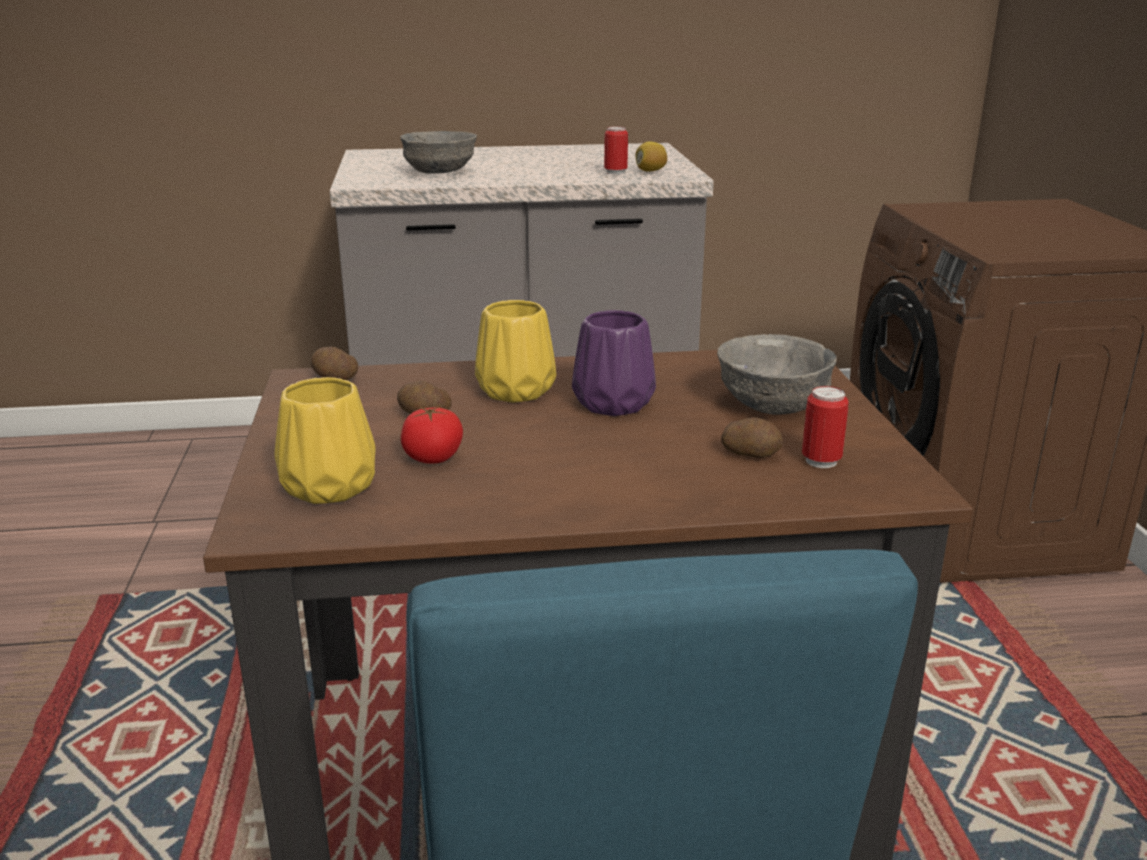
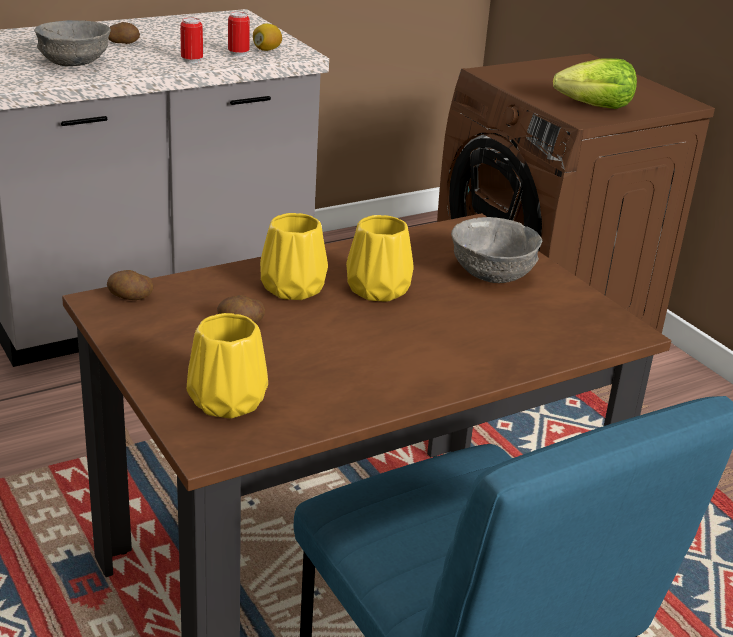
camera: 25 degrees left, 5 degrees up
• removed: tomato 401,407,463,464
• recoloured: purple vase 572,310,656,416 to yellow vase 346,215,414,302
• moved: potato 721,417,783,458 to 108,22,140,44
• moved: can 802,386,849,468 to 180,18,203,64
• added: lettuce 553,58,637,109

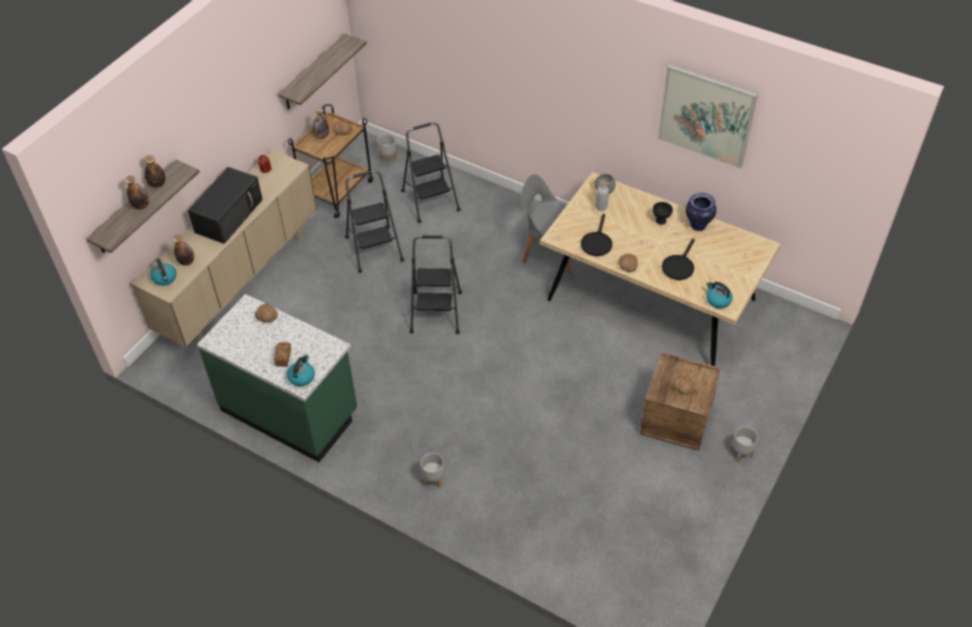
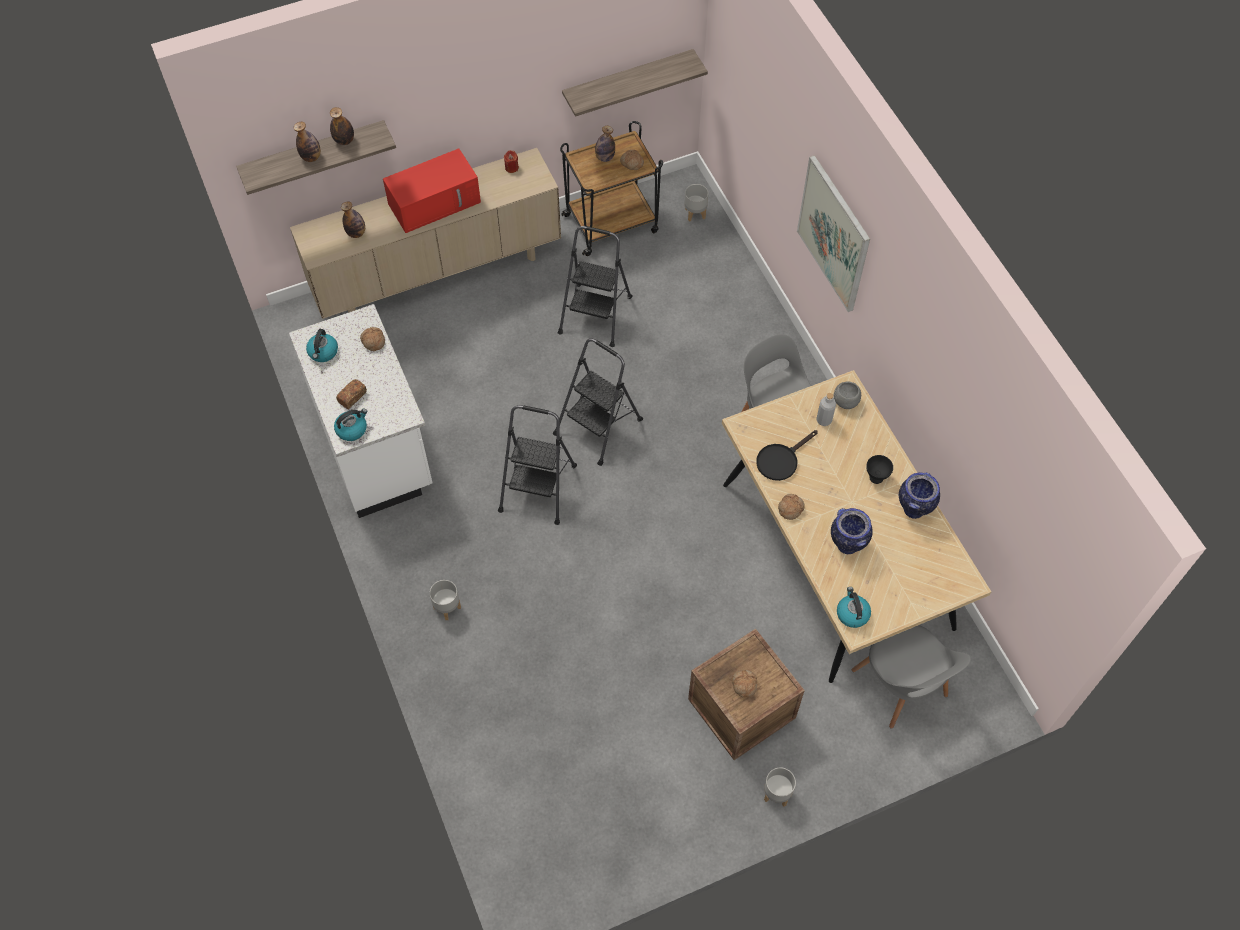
camera: 35 degrees right, 10 degrees up
• moved: kettle 151,259,177,286 to 306,329,338,362
• recoloured: black microwave 188,167,263,244 to red microwave 383,149,481,233
• recoloured: green counter 197,294,357,462 to white counter 289,304,433,518
• moved: black step ladder 401,122,461,223 to 498,405,577,525
• moved: picture 657,64,758,169 to 797,155,870,312
• replaced: black frying pan 662,238,695,280 to vase 831,508,873,554
• added: grey chair 851,625,971,729

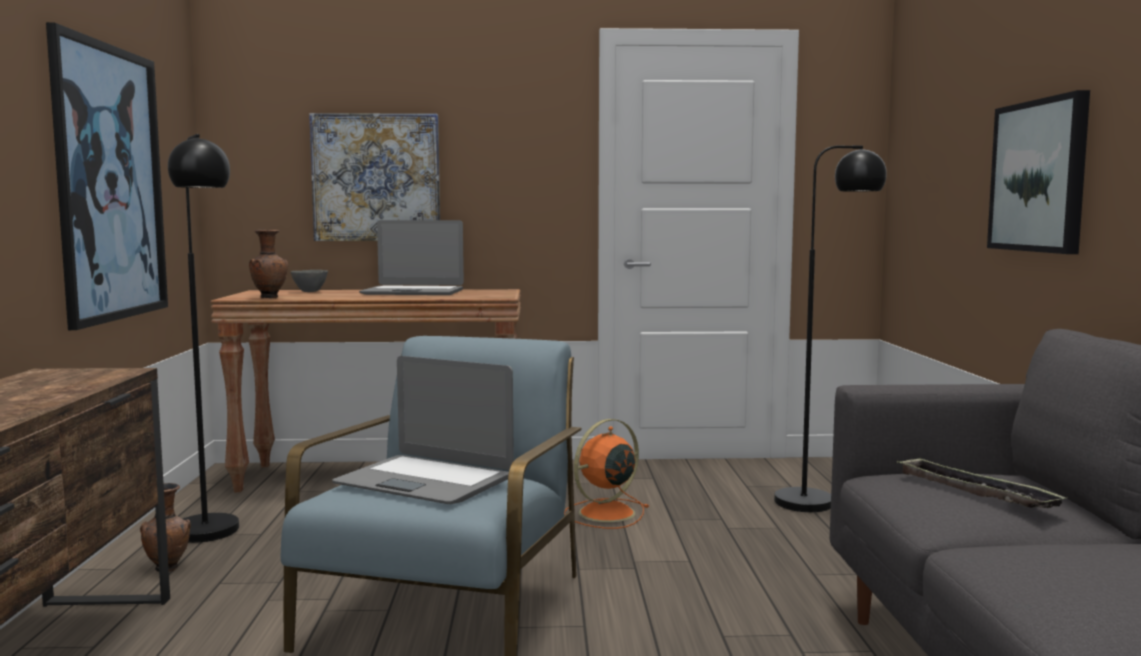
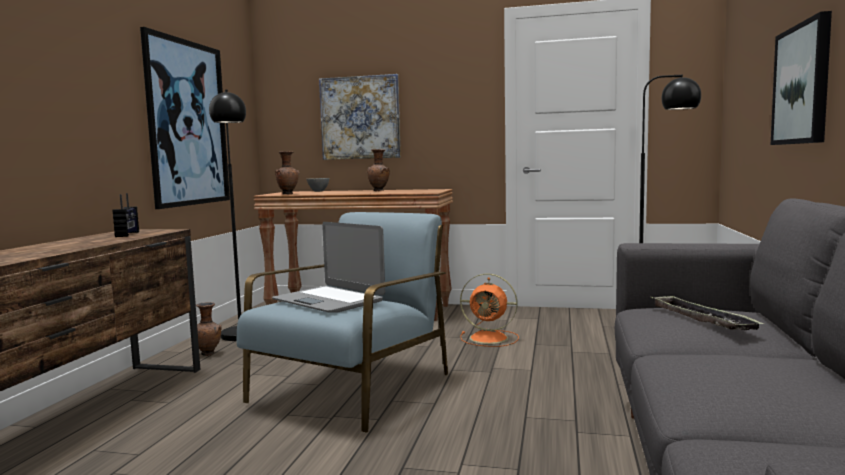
camera: 15 degrees right, 0 degrees up
• replaced: laptop 359,220,464,295 to brown vase 367,149,390,191
• turned: orange fan 564,419,650,529 = 460,274,519,347 135 degrees counterclockwise
• added: radio 113,193,139,237

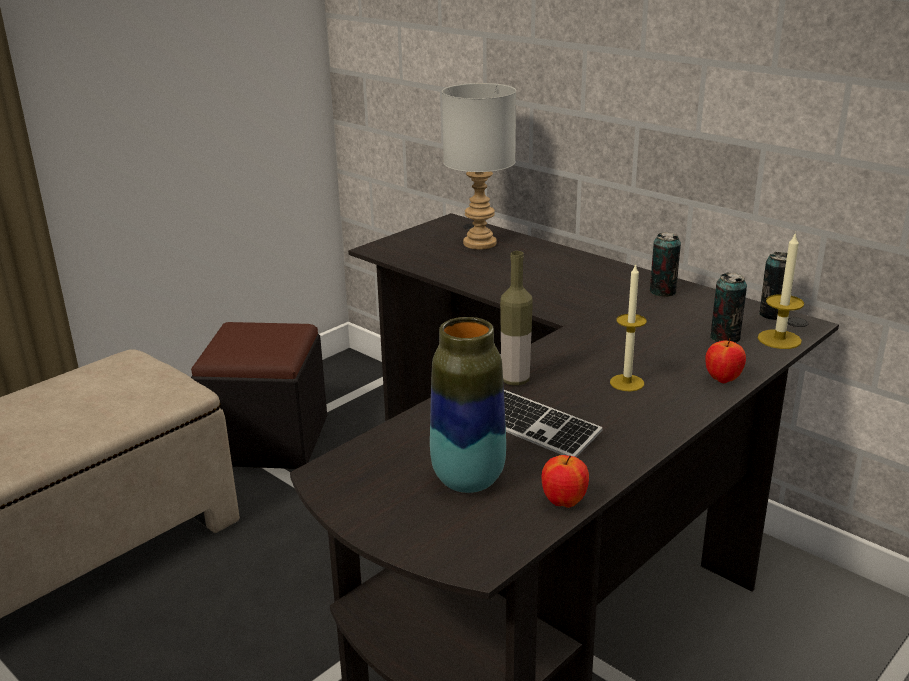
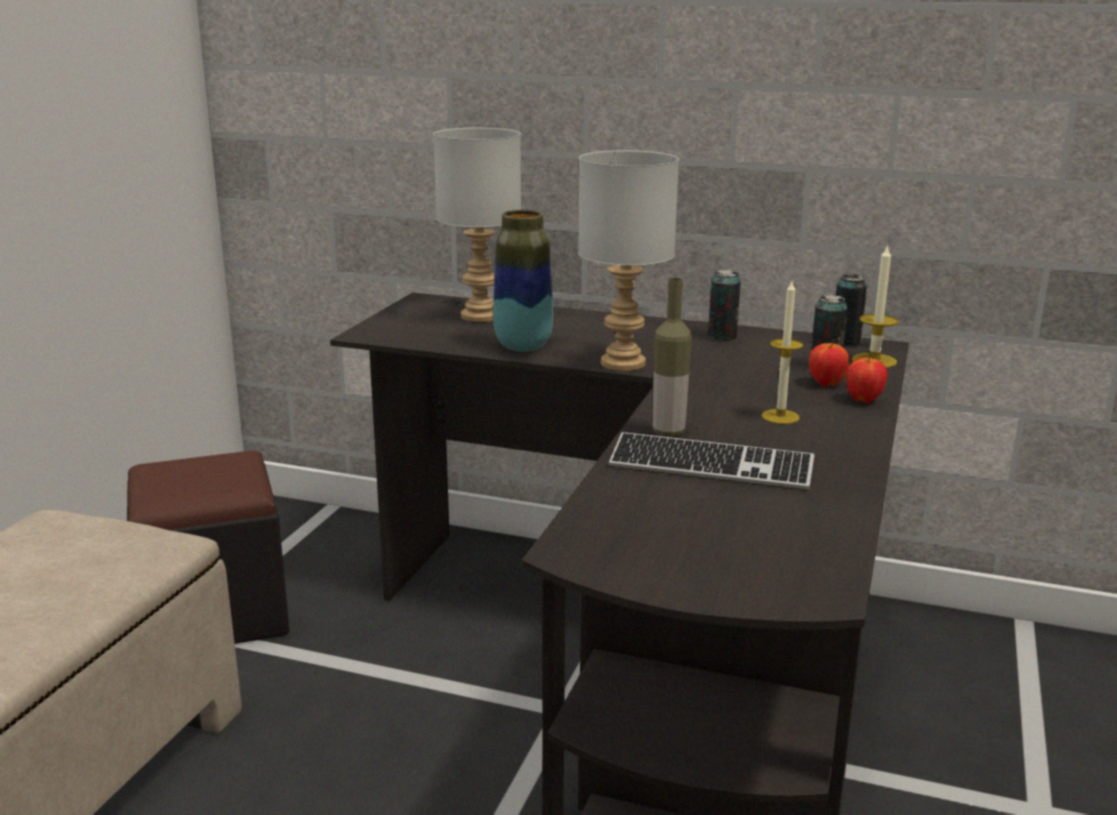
camera: 25 degrees left, 5 degrees down
• moved: vase 430,317,506,493 to 493,210,553,352
• moved: apple 541,455,589,508 to 809,340,849,387
• added: grey table lamp 578,150,679,371

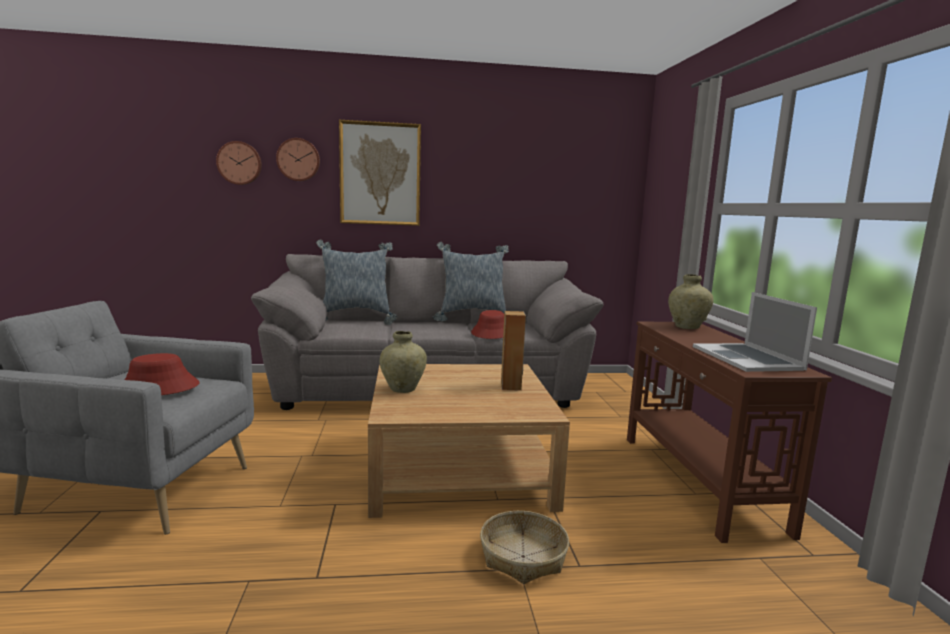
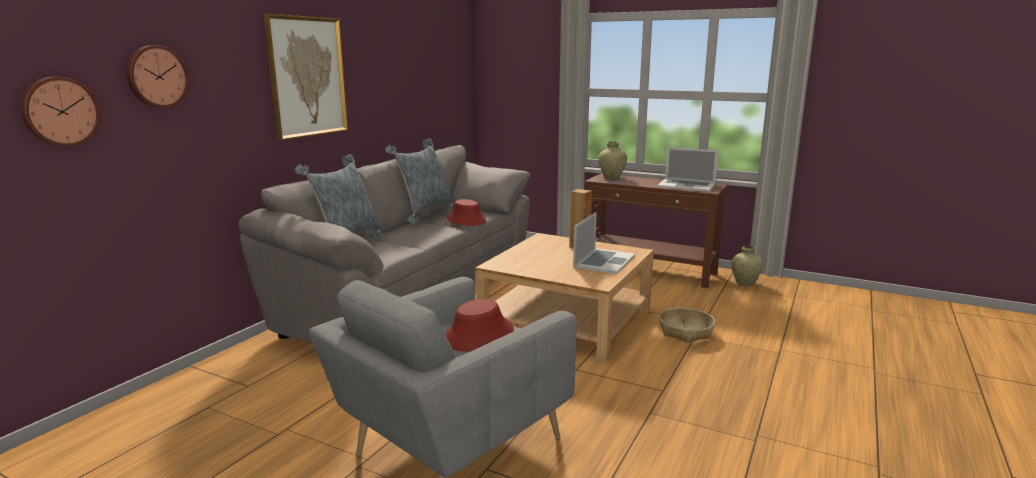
camera: 55 degrees left, 5 degrees up
• moved: wall clock 276,138,320,181 to 20,77,100,147
• moved: beige vase 380,331,427,393 to 731,246,763,285
• added: laptop 573,212,635,274

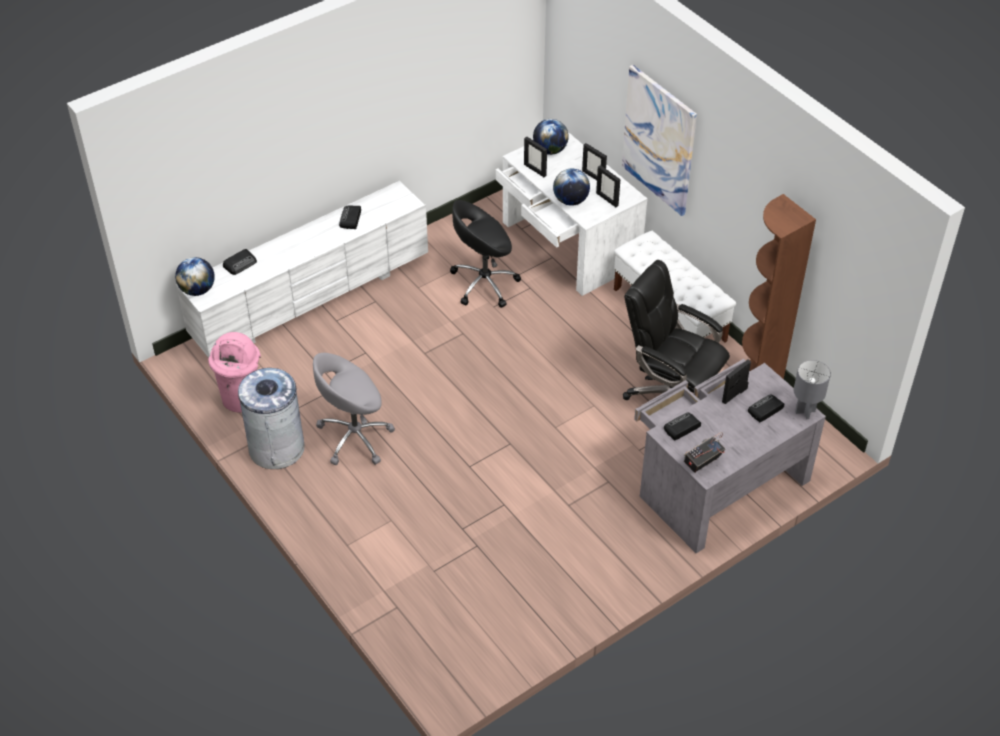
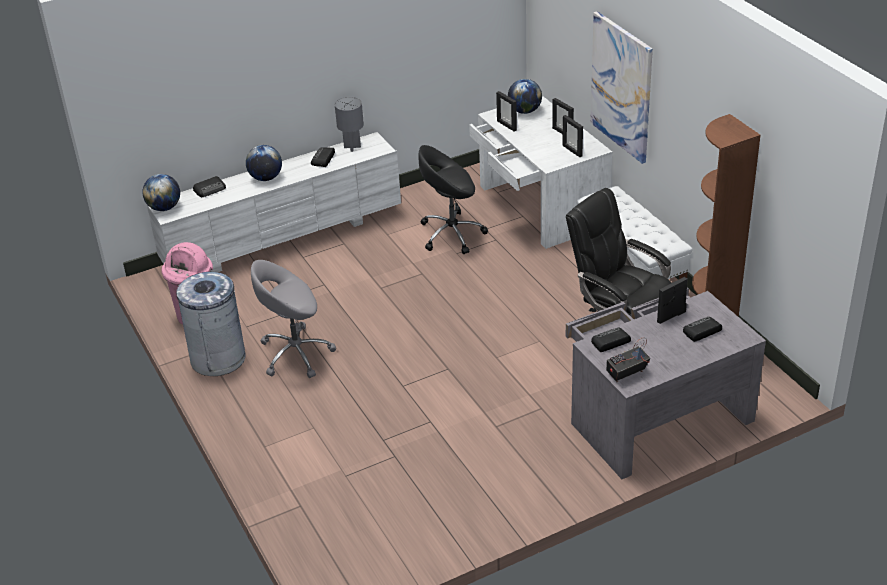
camera: 10 degrees right, 10 degrees down
• moved: globe 553,168,590,206 to 246,145,282,181
• moved: grey table lamp 794,360,831,419 to 335,97,364,152

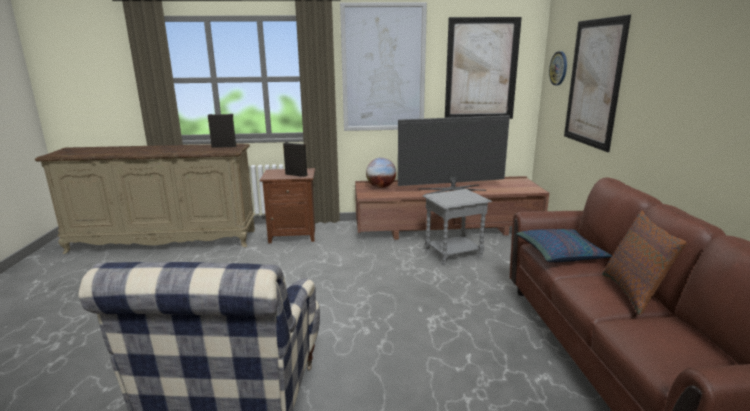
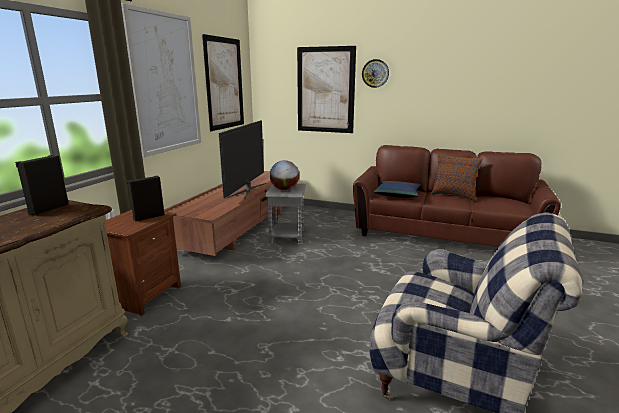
camera: 65 degrees left, 0 degrees up
• moved: globe 366,158,396,188 to 270,160,299,190
• moved: wall clock 549,51,567,85 to 362,59,389,88

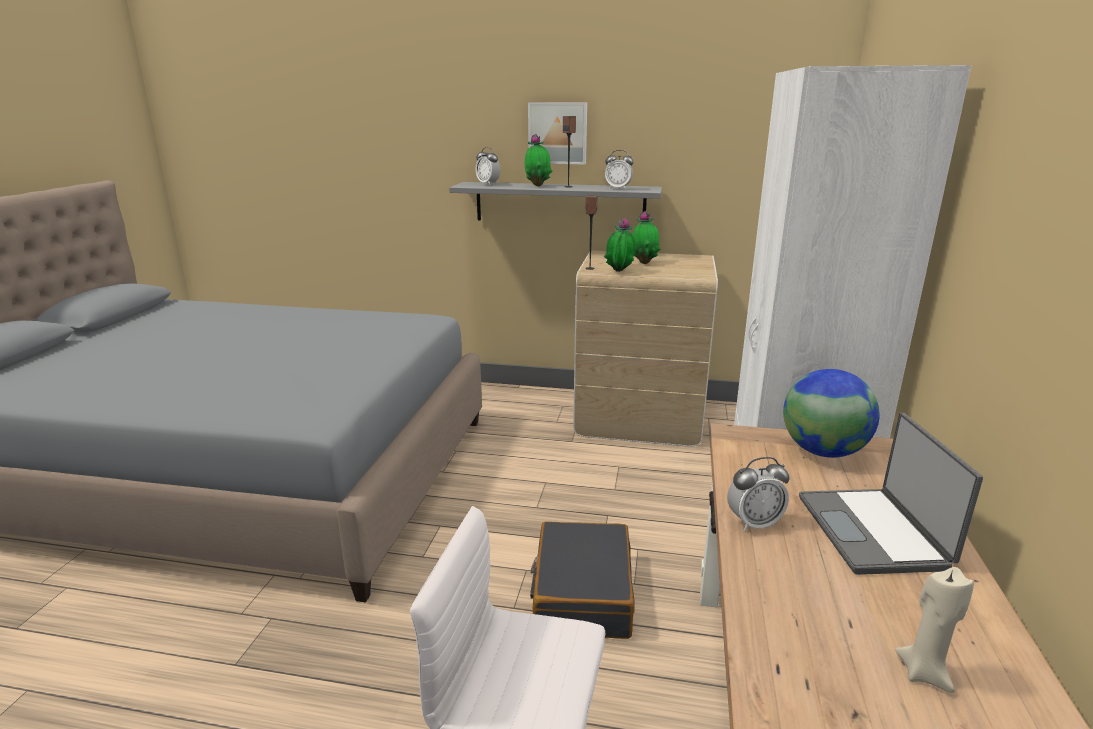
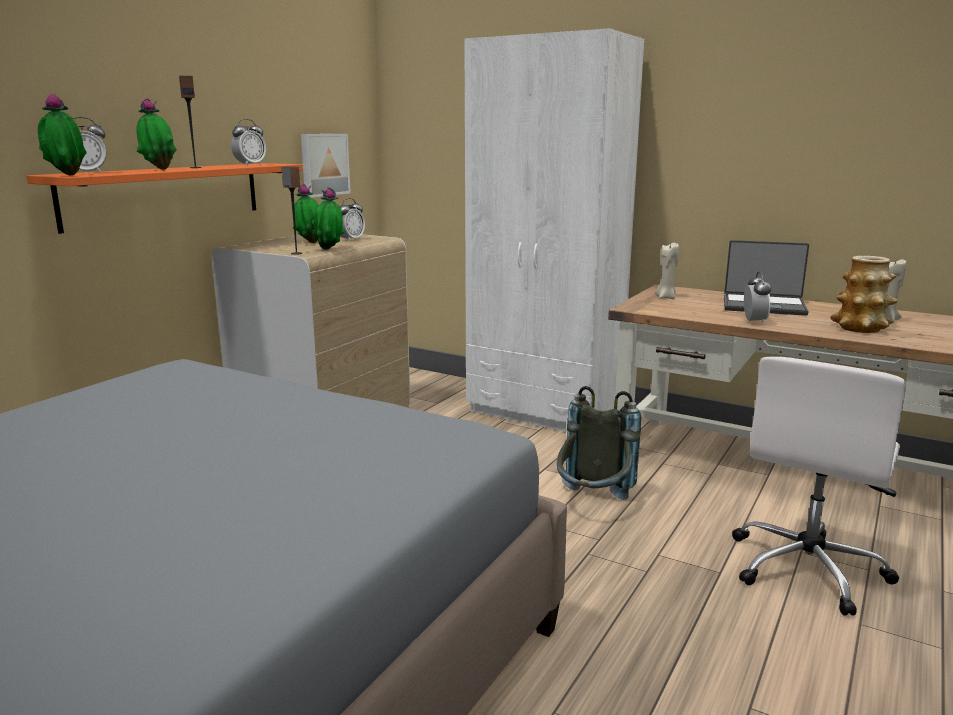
camera: 70 degrees left, 5 degrees down
• recoloured: grey shelf 449,182,662,220 to orange shelf 26,163,303,234
• moved: picture 528,102,587,165 to 301,134,351,198
• replaced: black suitcase 530,521,635,639 to grey backpack 557,386,641,500
• replaced: globe 783,369,880,458 to beige candle 655,243,679,299
• added: potted plant 38,94,87,175
• added: alarm clock 340,198,365,242
• added: vase 830,256,898,333

